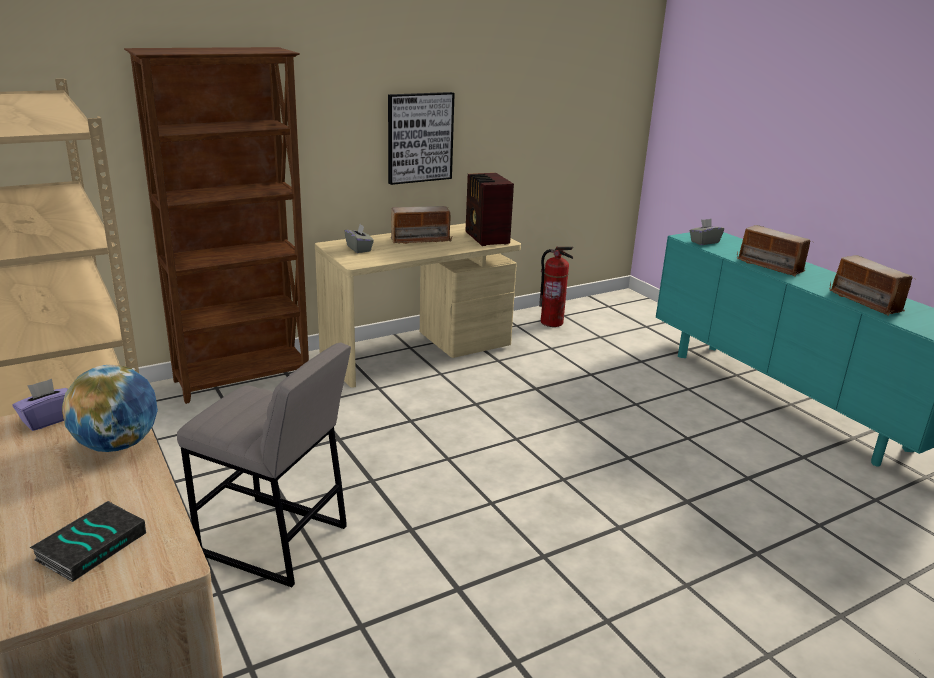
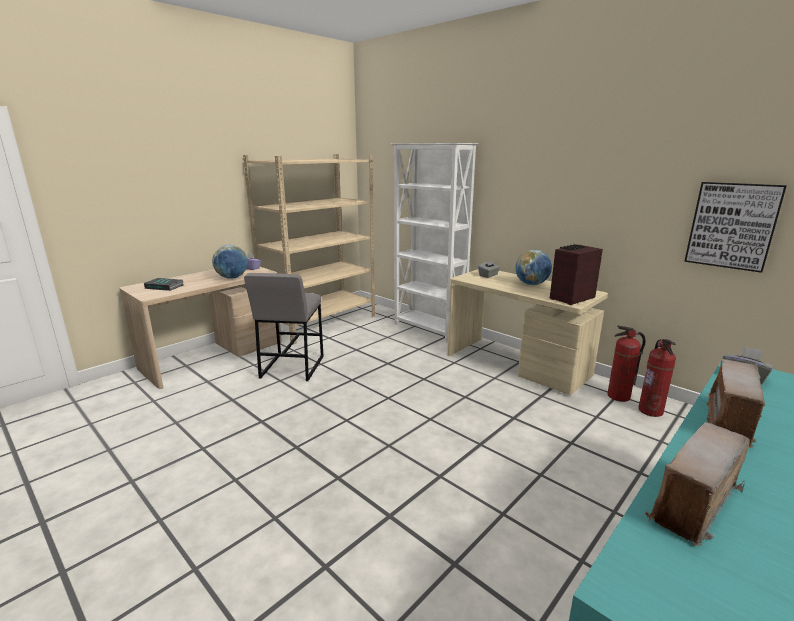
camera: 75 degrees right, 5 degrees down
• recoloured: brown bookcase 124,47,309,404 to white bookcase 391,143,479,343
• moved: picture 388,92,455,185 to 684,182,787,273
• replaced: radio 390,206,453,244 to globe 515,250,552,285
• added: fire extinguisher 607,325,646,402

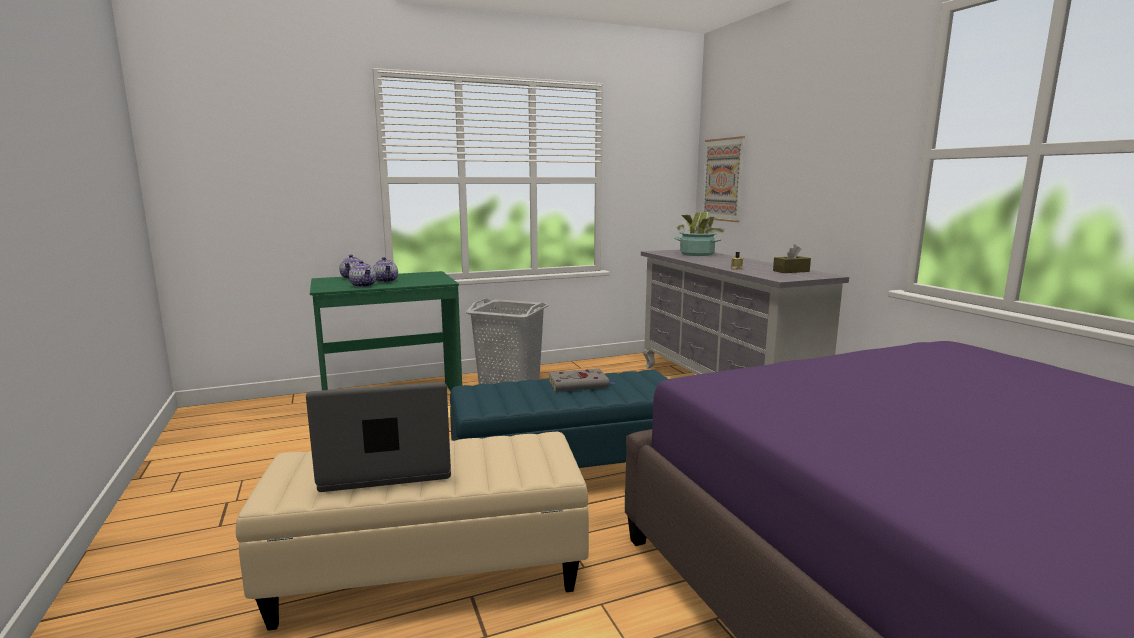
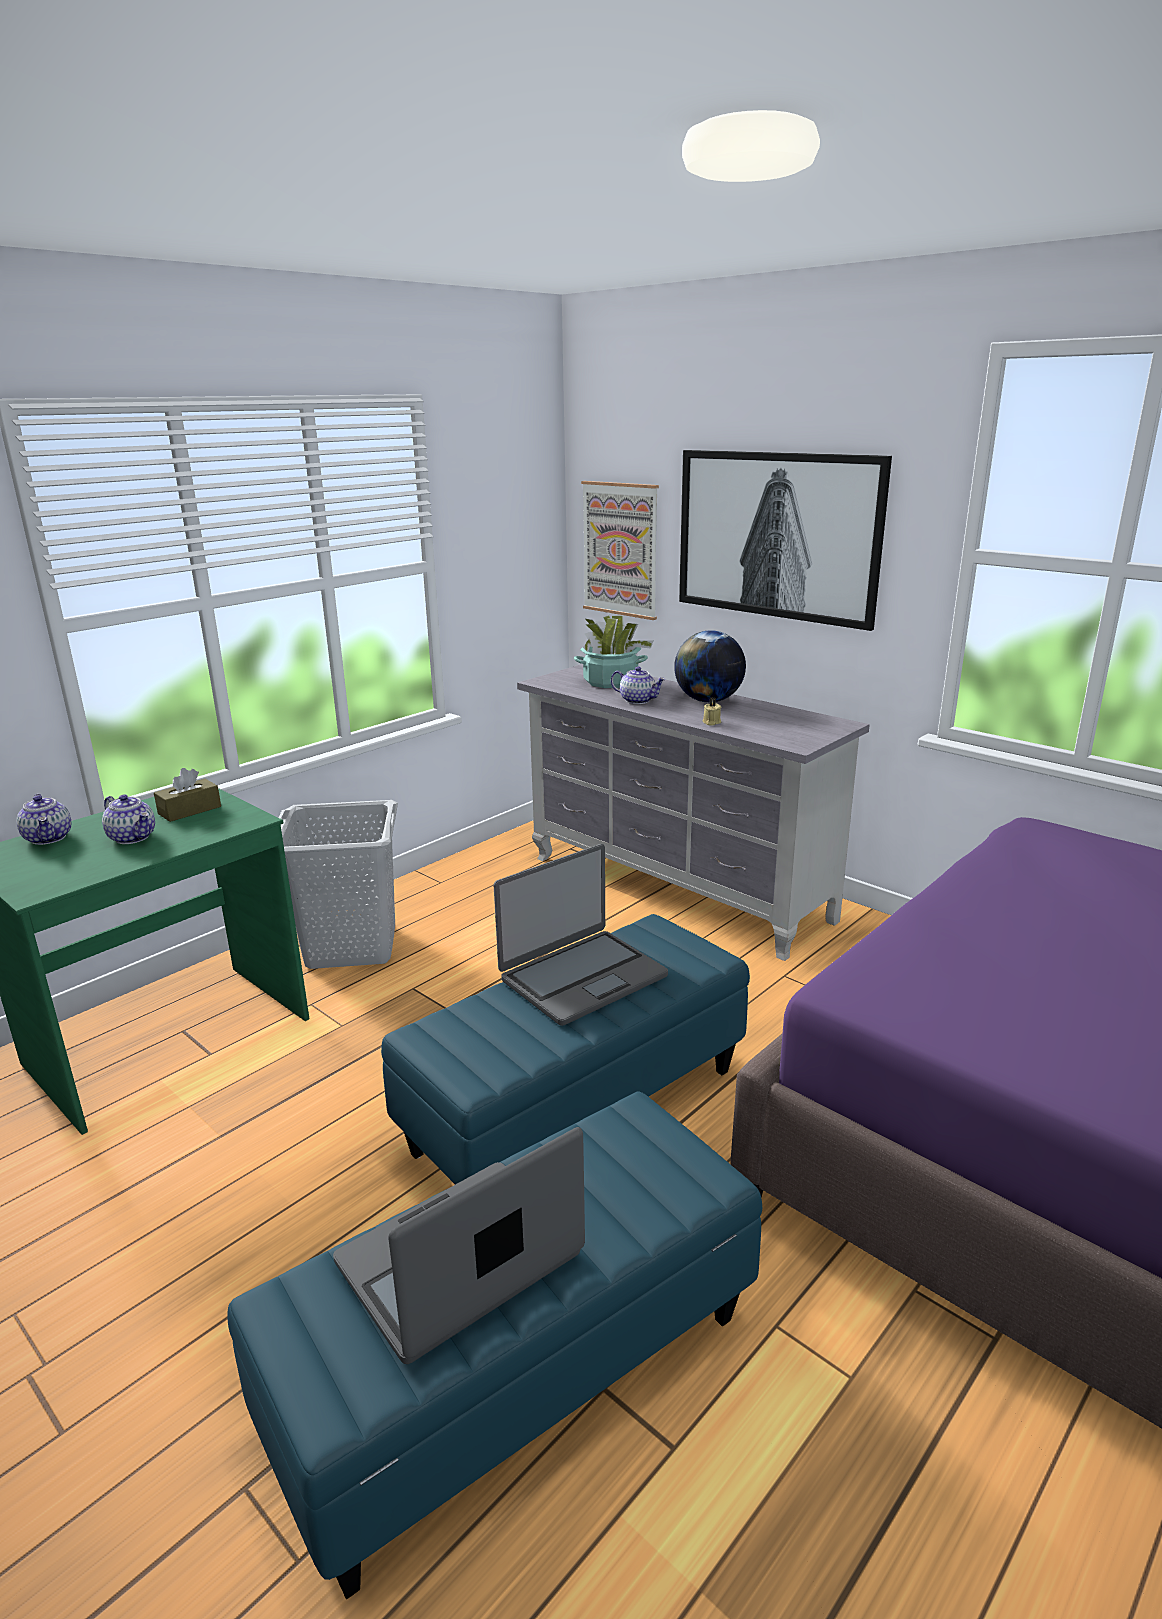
camera: 25 degrees left, 10 degrees up
• recoloured: beige ottoman 236,432,589,631 to blue ottoman 227,1092,762,1599
• moved: teapot 349,260,376,287 to 611,666,666,704
• replaced: grey book 549,369,616,392 to laptop 494,844,668,1026
• moved: brown tissue box 773,244,811,273 to 154,768,221,822
• added: globe 674,630,746,703
• added: picture 679,450,892,631

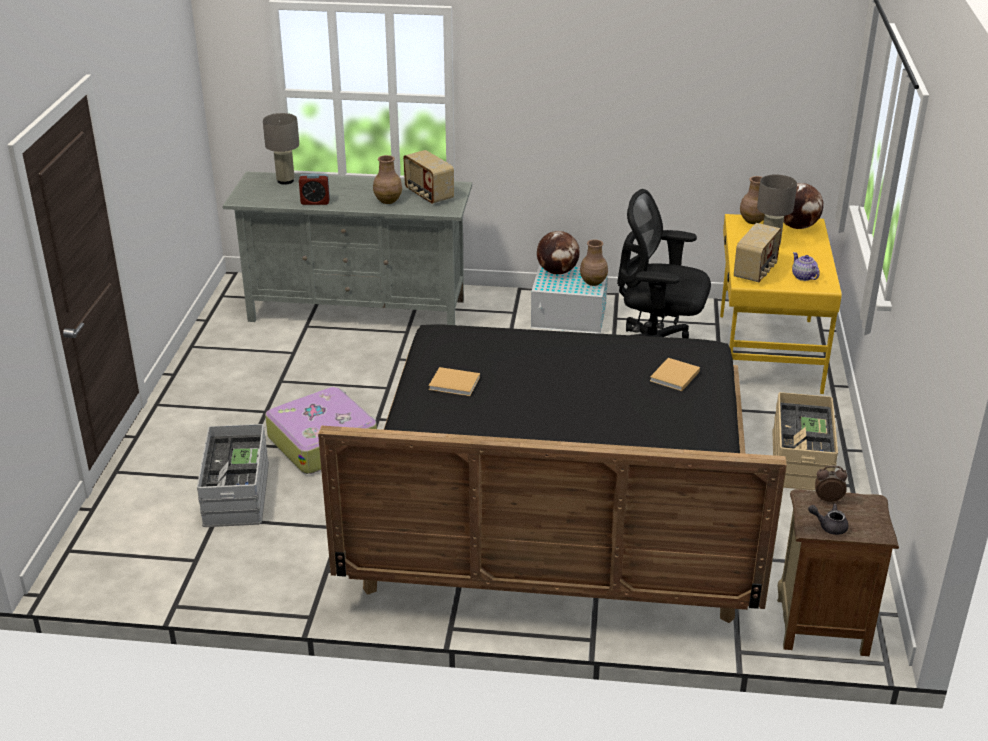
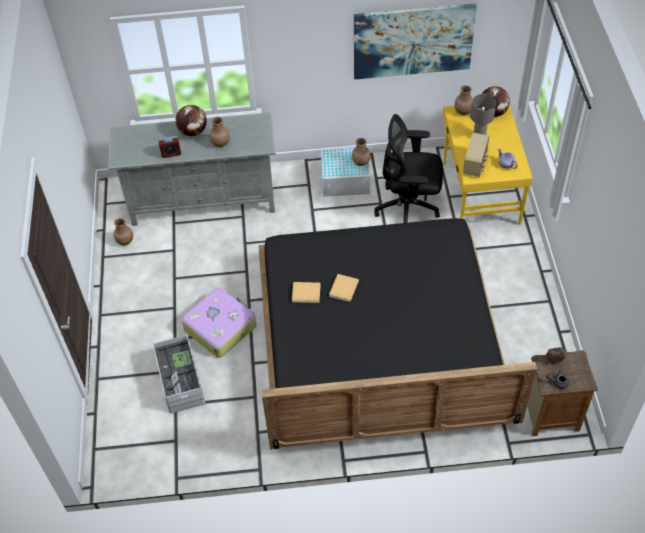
camera: 10 degrees left, 20 degrees up
• removed: grey table lamp 263,113,299,185
• removed: radio 403,150,454,204
• moved: globe 537,231,580,274 to 176,105,207,136
• moved: beige book 650,358,700,391 to 329,274,359,302
• removed: beige storage box 772,392,839,491
• added: brown vase 114,218,133,245
• added: picture 354,3,477,79

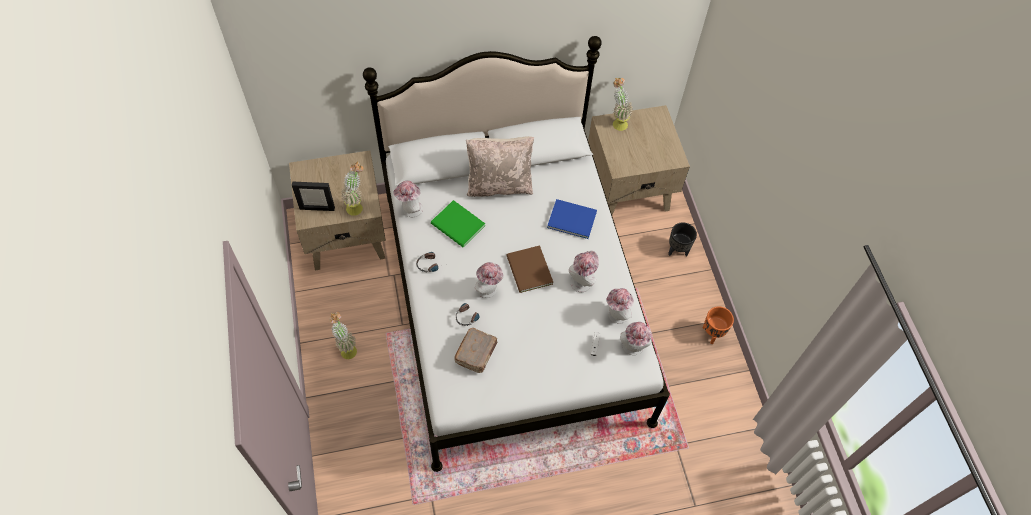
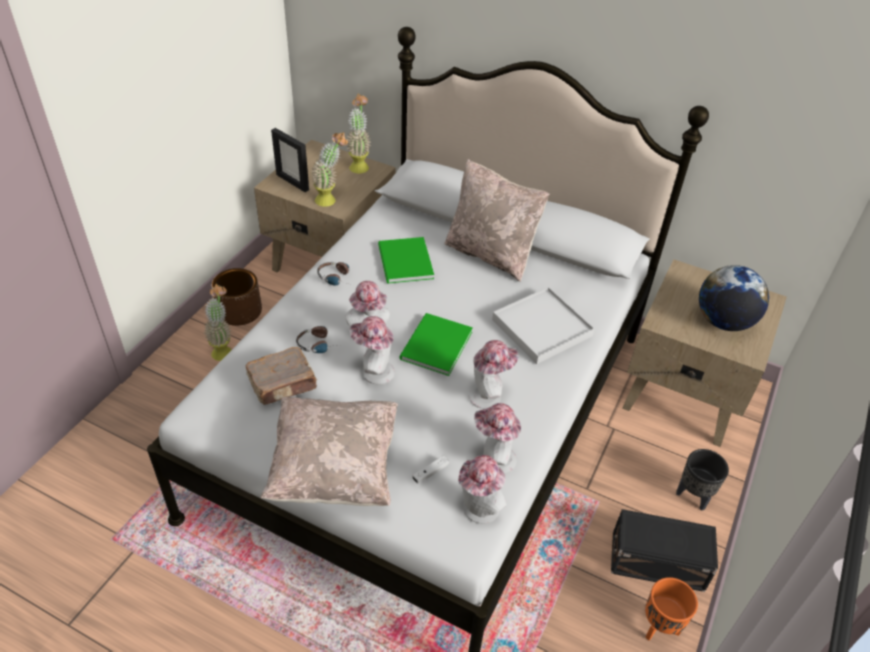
camera: 40 degrees right, 15 degrees down
• moved: hat 393,181,423,217 to 350,316,395,384
• recoloured: brown book 506,245,553,293 to green book 400,313,473,376
• replaced: blue book 547,199,597,239 to white tray 492,287,595,364
• moved: potted plant 613,77,633,131 to 346,94,371,173
• added: brown planter 212,268,262,326
• added: beige pillow 260,397,398,506
• added: black storage box 611,509,718,592
• added: globe 699,265,769,331

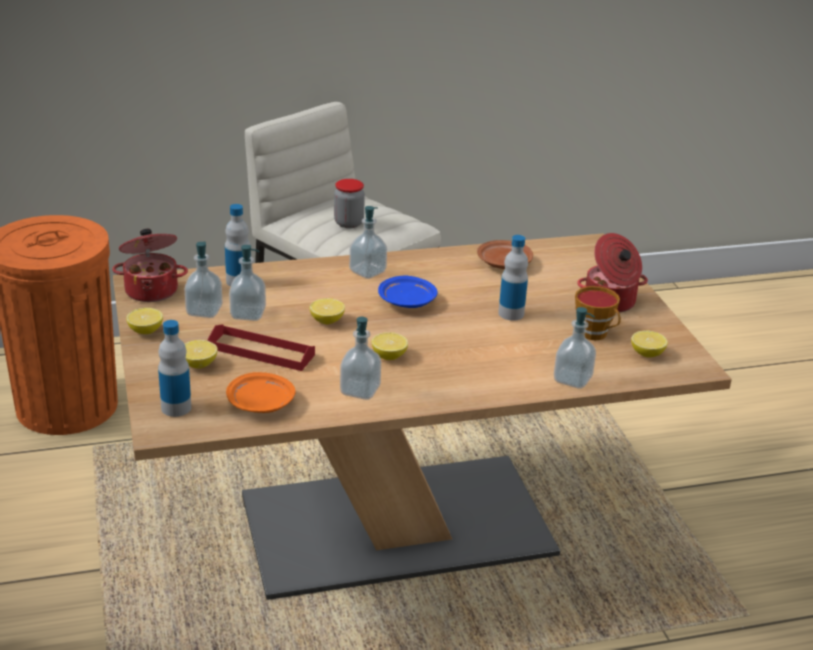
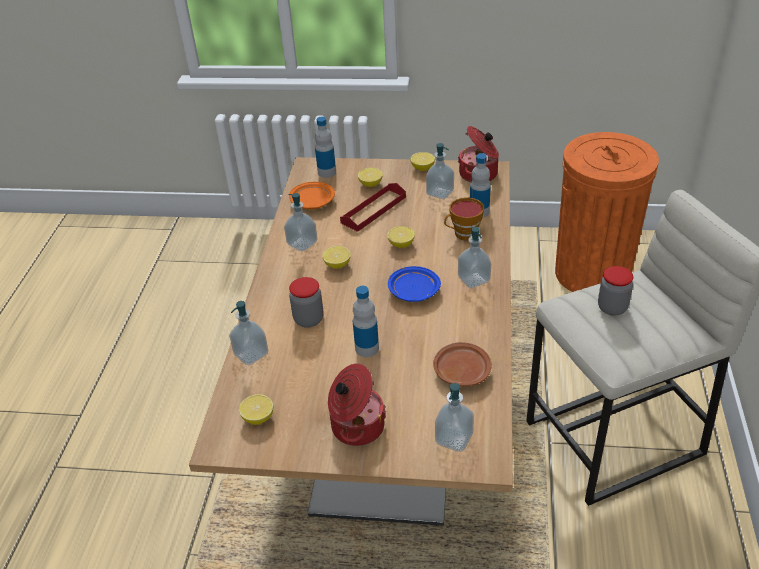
camera: 115 degrees right, 10 degrees up
• moved: soap dispenser 229,245,266,321 to 435,383,474,451
• moved: cup 575,286,621,340 to 444,197,484,241
• added: jar 289,277,323,328

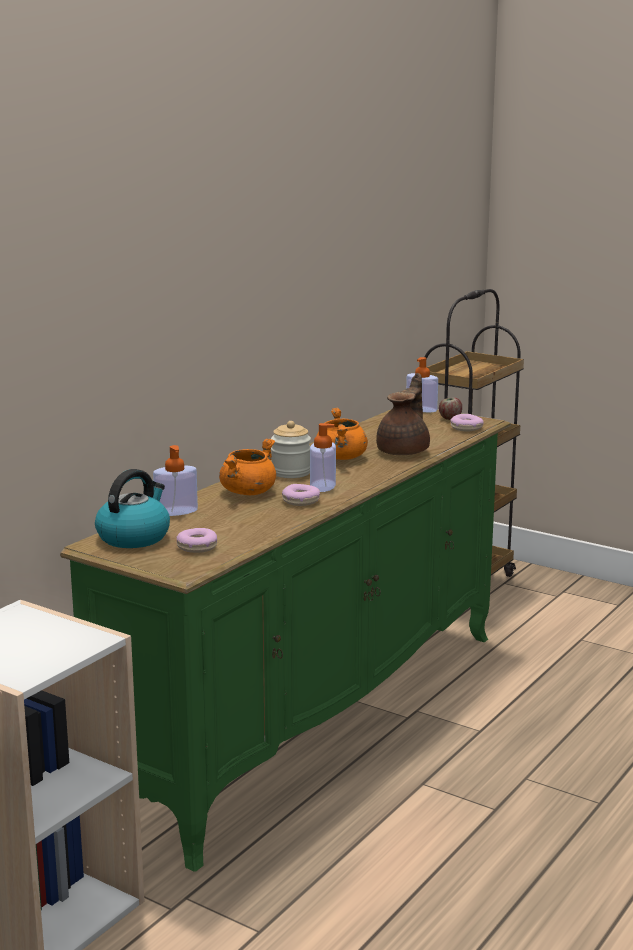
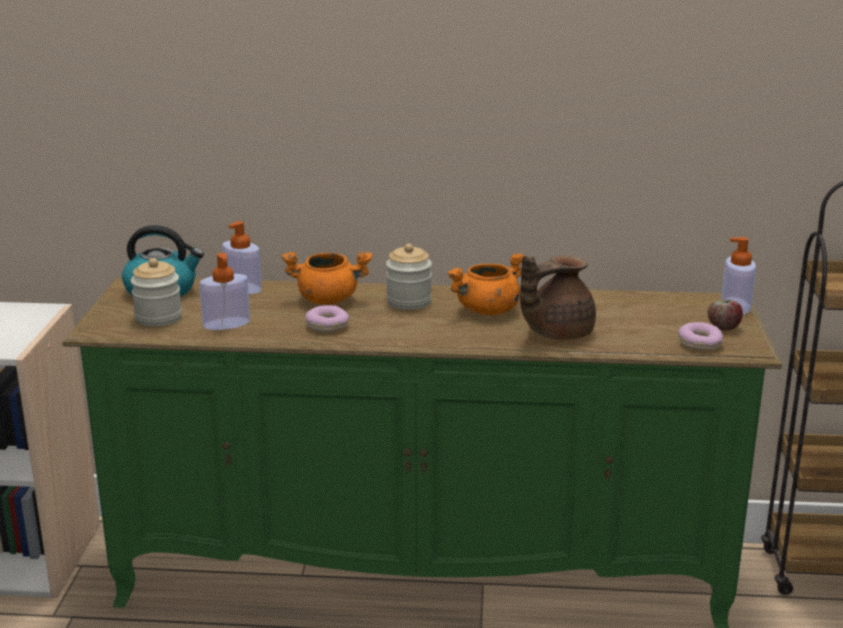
camera: 60 degrees right, 5 degrees up
• replaced: donut 176,528,217,553 to jar 131,258,182,326
• moved: soap dispenser 310,423,336,492 to 199,253,250,330
• turned: brown teapot 376,373,430,455 = 520,255,596,340 150 degrees clockwise

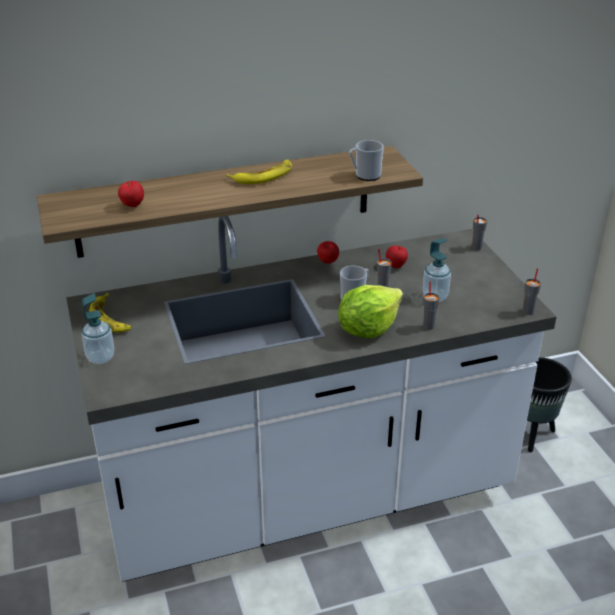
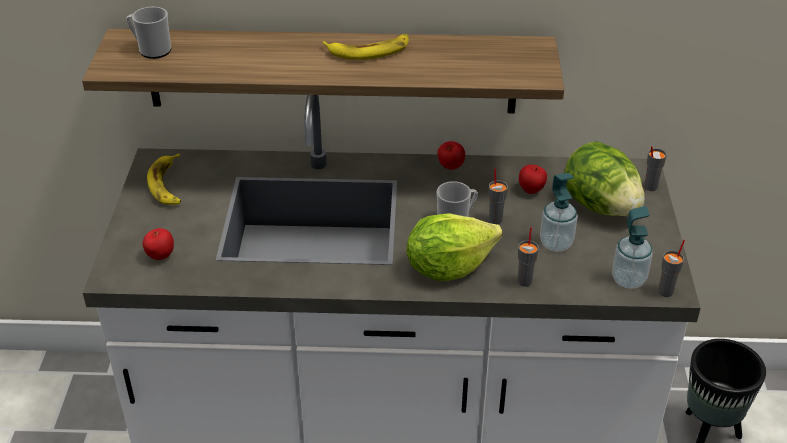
camera: 20 degrees right, 5 degrees up
• moved: soap dispenser 81,294,114,364 to 612,206,653,289
• moved: apple 118,181,144,207 to 143,228,174,260
• moved: mug 349,140,384,181 to 126,7,171,59
• added: lettuce 564,141,645,216

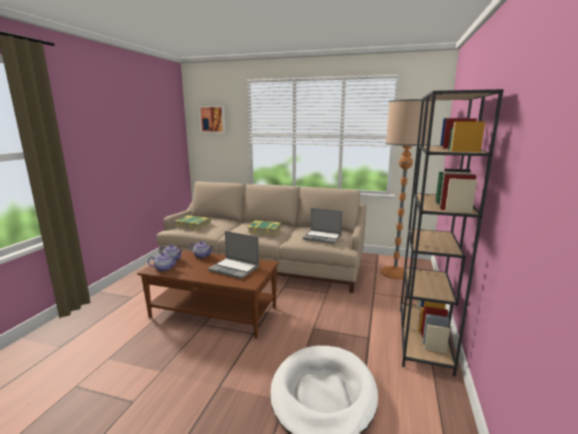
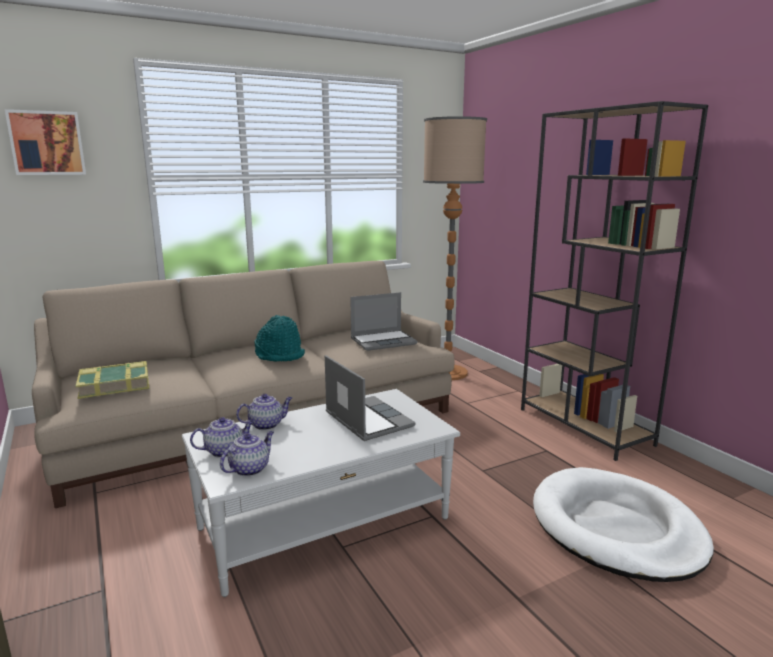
camera: 45 degrees left, 0 degrees up
• recoloured: brown coffee table 137,250,279,338 to white coffee table 182,389,460,597
• turned: laptop 208,231,259,279 = 325,355,415,441 105 degrees counterclockwise
• replaced: book 247,220,281,235 to turquoise hat 254,315,305,362

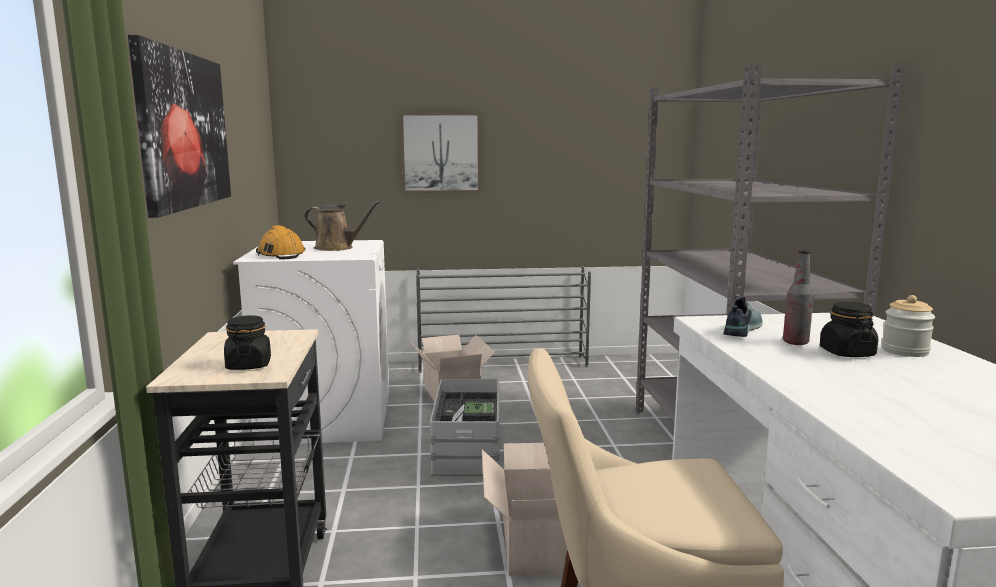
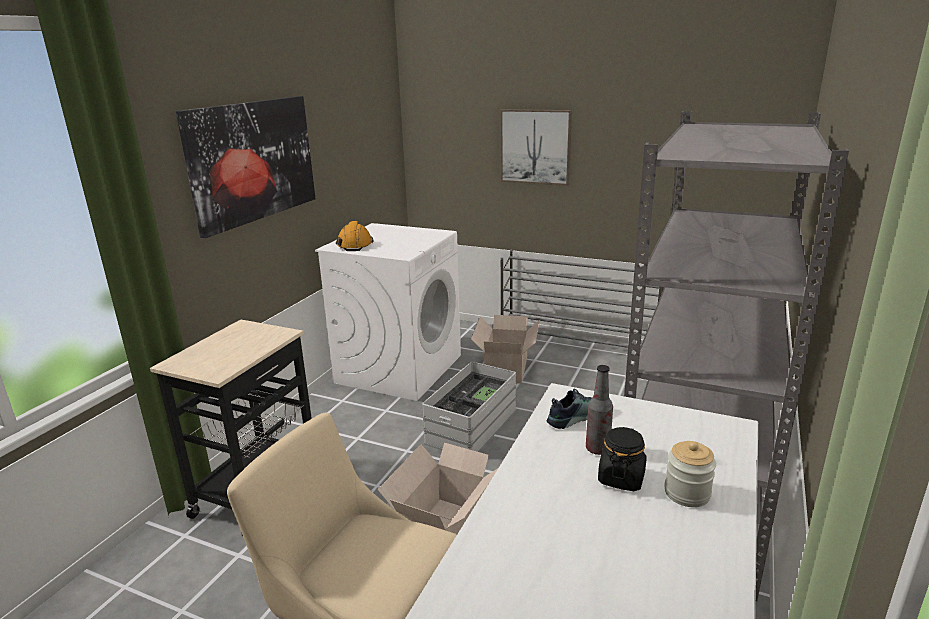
camera: 30 degrees right, 10 degrees up
• removed: black jar 224,315,271,370
• removed: brown watering can 304,200,381,251

